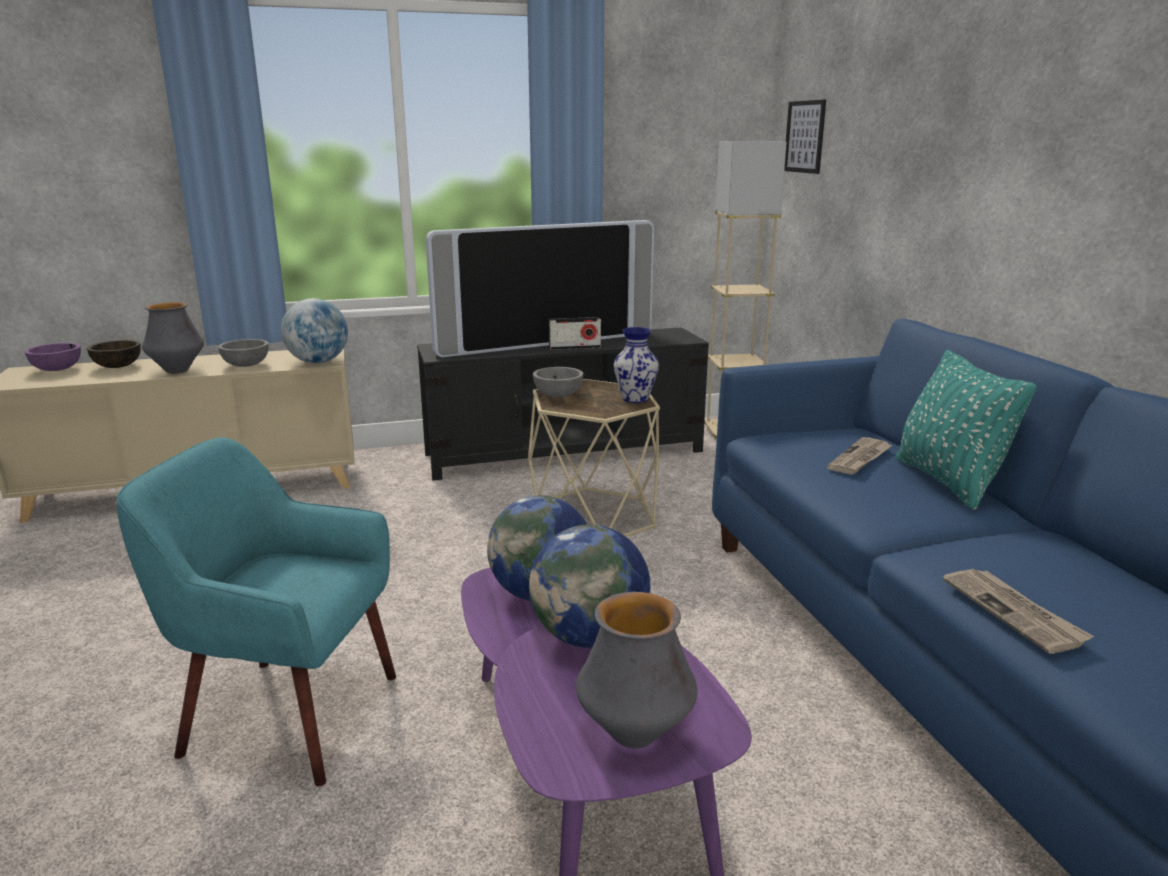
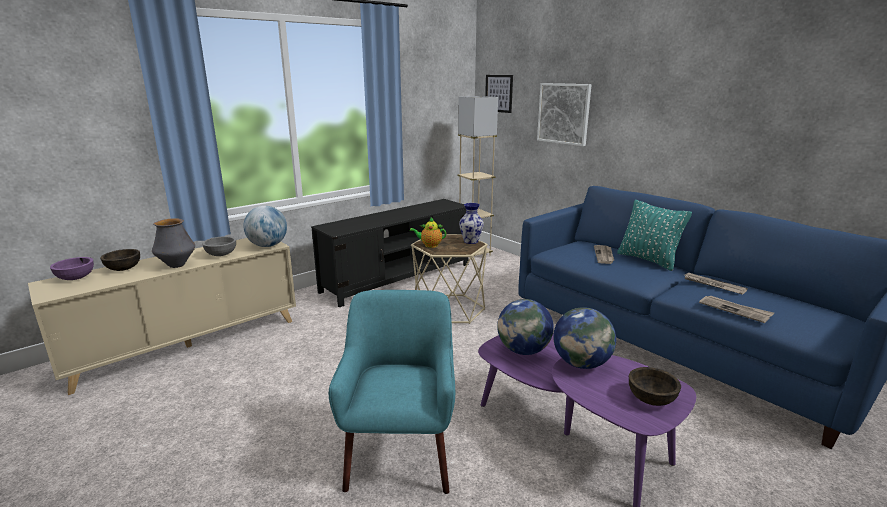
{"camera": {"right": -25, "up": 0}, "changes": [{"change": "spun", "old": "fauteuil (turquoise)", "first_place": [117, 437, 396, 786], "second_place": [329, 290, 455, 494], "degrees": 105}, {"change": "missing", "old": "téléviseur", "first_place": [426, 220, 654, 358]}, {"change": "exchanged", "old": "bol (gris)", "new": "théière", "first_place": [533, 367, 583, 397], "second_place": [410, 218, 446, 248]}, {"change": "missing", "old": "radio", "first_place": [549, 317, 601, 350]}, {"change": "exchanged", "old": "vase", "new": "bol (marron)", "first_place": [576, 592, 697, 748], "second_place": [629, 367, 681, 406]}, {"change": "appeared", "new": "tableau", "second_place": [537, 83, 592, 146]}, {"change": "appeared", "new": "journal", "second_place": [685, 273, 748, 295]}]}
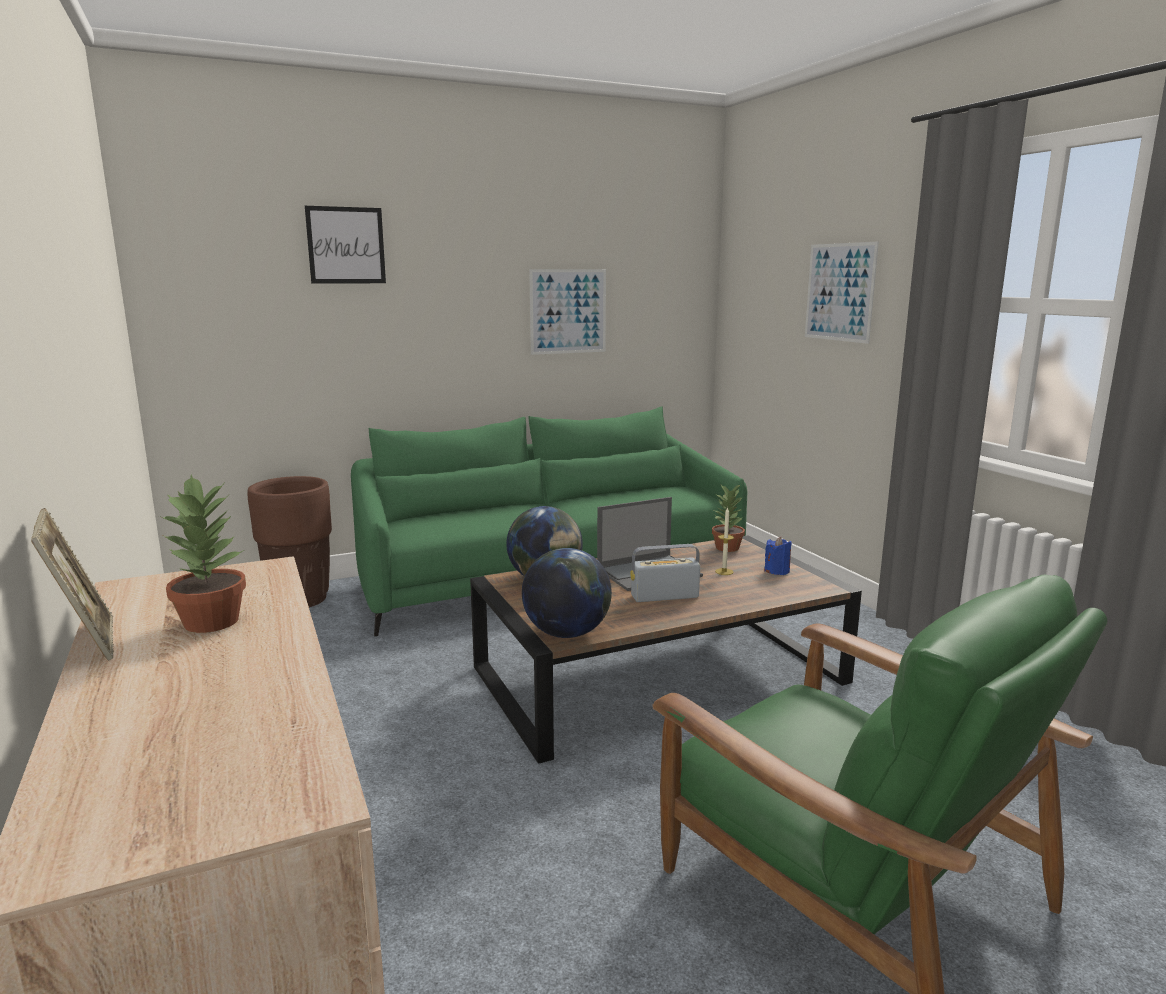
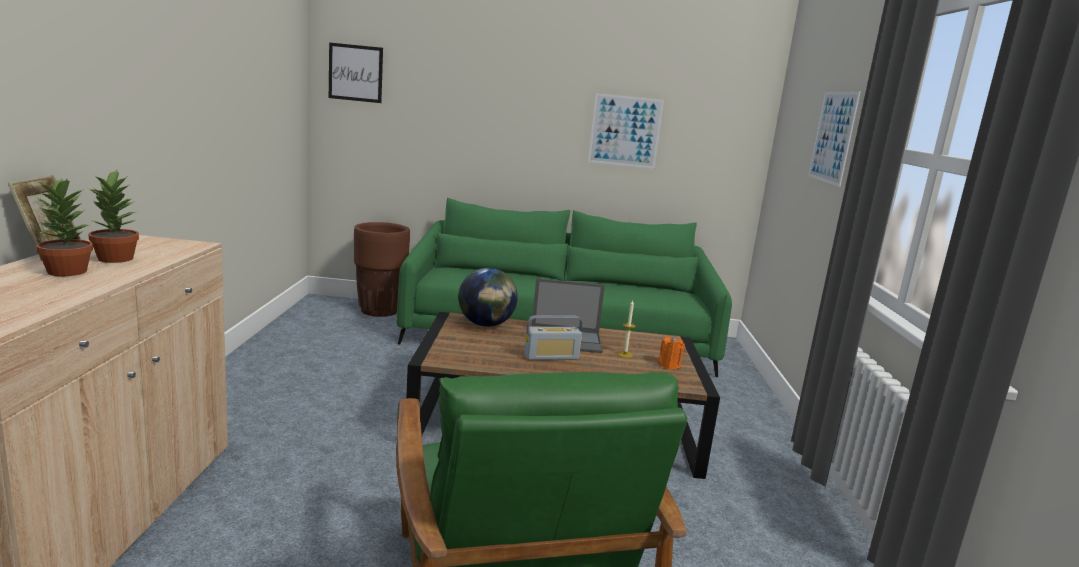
{"camera": {"right": 25, "up": 0}, "changes": [{"change": "relocated", "old": "tableau", "first_place": [305, 206, 386, 284], "second_place": [329, 43, 383, 103]}, {"change": "missing", "old": "globe", "first_place": [522, 548, 612, 638]}, {"change": "spun", "old": "radio", "first_place": [630, 544, 700, 602], "second_place": [524, 315, 582, 360], "degrees": 150}, {"change": "relocated", "old": "plante en pot", "first_place": [712, 484, 745, 552], "second_place": [35, 177, 93, 276]}, {"change": "colour", "old": "bougie (bleu)", "new": "bougie (orange)", "first_place": [764, 537, 792, 575], "second_place": [658, 336, 685, 369]}]}
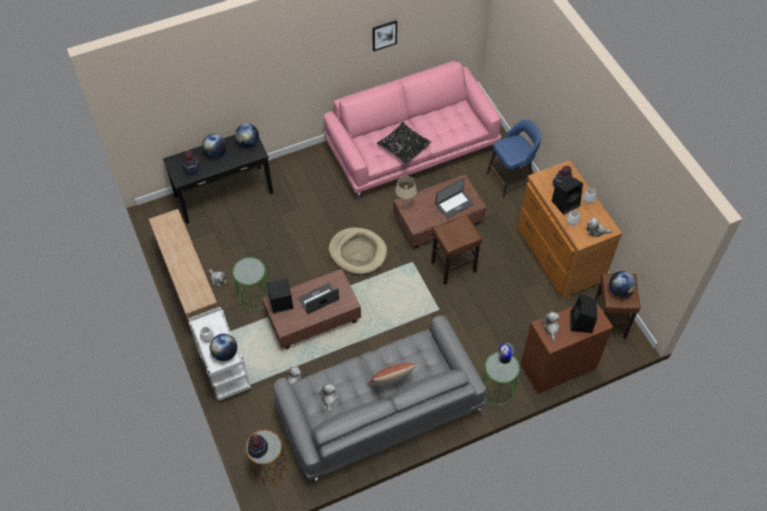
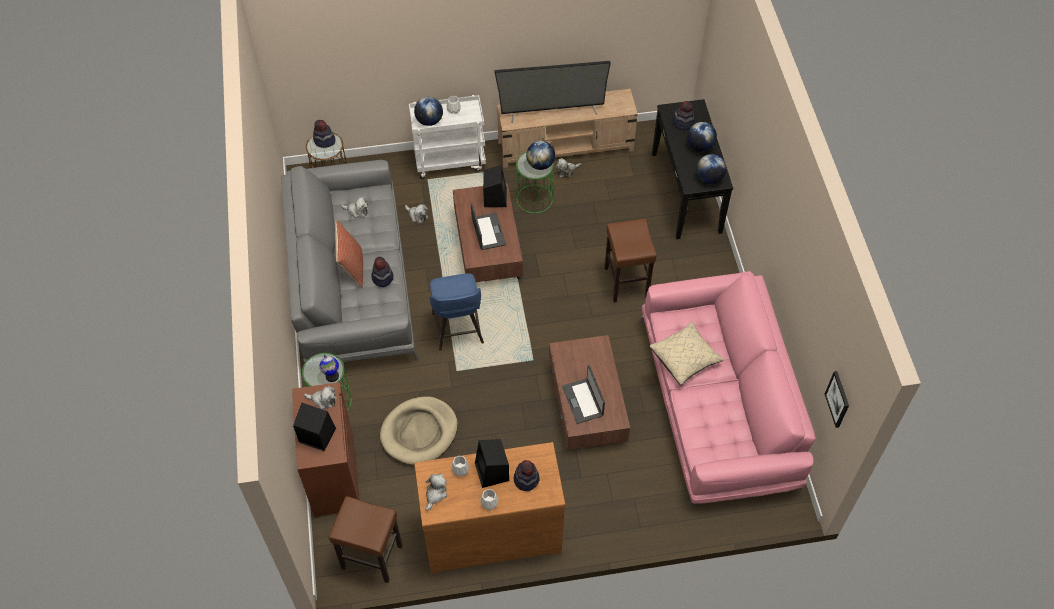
{"camera": {"right": 105, "up": 0}, "changes": [{"change": "relocated", "old": "panier pour chien (beige)", "first_place": [328, 227, 387, 275], "second_place": [380, 396, 458, 465]}, {"change": "relocated", "old": "tableau", "first_place": [372, 20, 397, 51], "second_place": [825, 371, 849, 428]}, {"change": "colour", "old": "coussin (noir)", "new": "coussin (beige)", "first_place": [377, 122, 431, 164], "second_place": [649, 322, 723, 386]}, {"change": "missing", "old": "lampe de table (beige)", "first_place": [395, 176, 417, 208]}, {"change": "relocated", "old": "tabouret (marron)", "first_place": [431, 215, 482, 285], "second_place": [604, 219, 657, 303]}, {"change": "relocated", "old": "tabouret (bleu)", "first_place": [487, 119, 541, 197], "second_place": [430, 274, 484, 351]}, {"change": "relocated", "old": "globe", "first_place": [609, 271, 636, 297], "second_place": [526, 141, 555, 170]}, {"change": "appeared", "new": "chapeau", "second_place": [371, 257, 394, 287]}, {"change": "appeared", "new": "téléviseur", "second_place": [494, 61, 611, 123]}]}
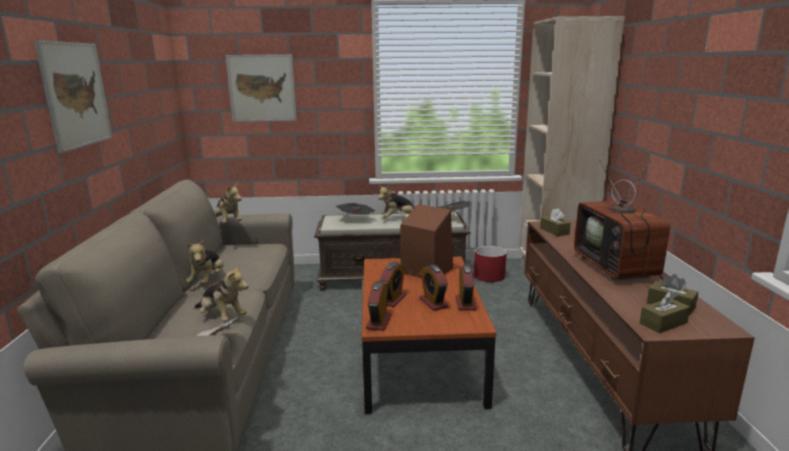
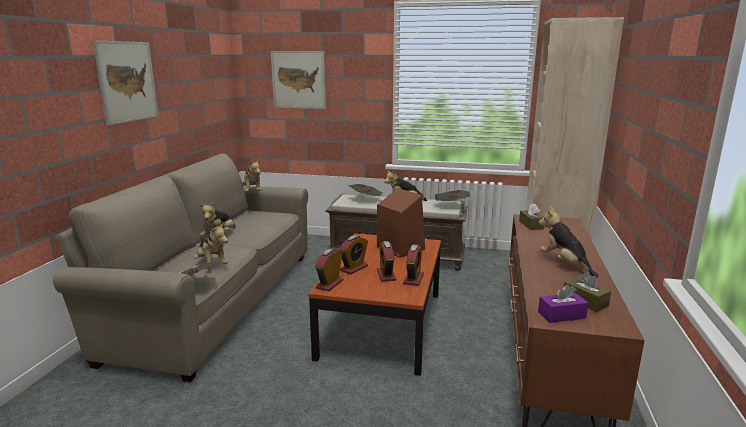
{"camera": {"right": 15, "up": 0}, "changes": [{"change": "missing", "old": "cache-pot (rouge)", "first_place": [474, 246, 507, 282]}, {"change": "exchanged", "old": "téléviseur", "new": "peluche", "first_place": [574, 159, 670, 280], "second_place": [539, 207, 598, 278]}, {"change": "colour", "old": "boîte à mouchoirs (marron)", "new": "boîte à mouchoirs (violet)", "first_place": [640, 291, 690, 333], "second_place": [538, 284, 588, 323]}]}
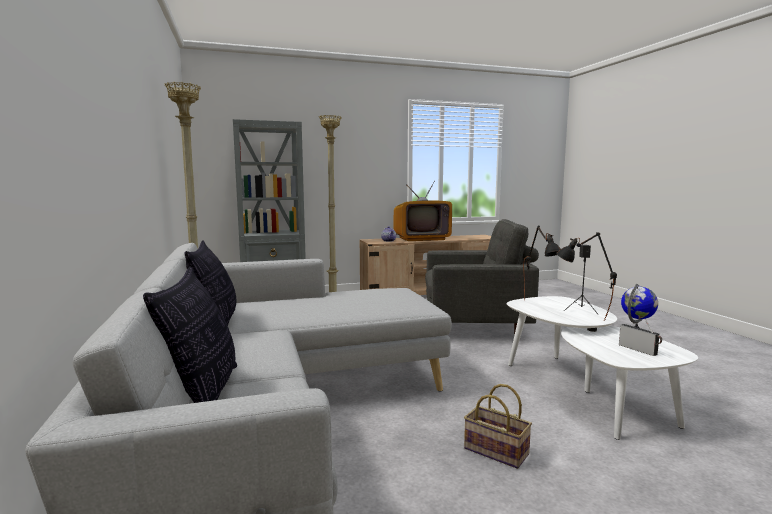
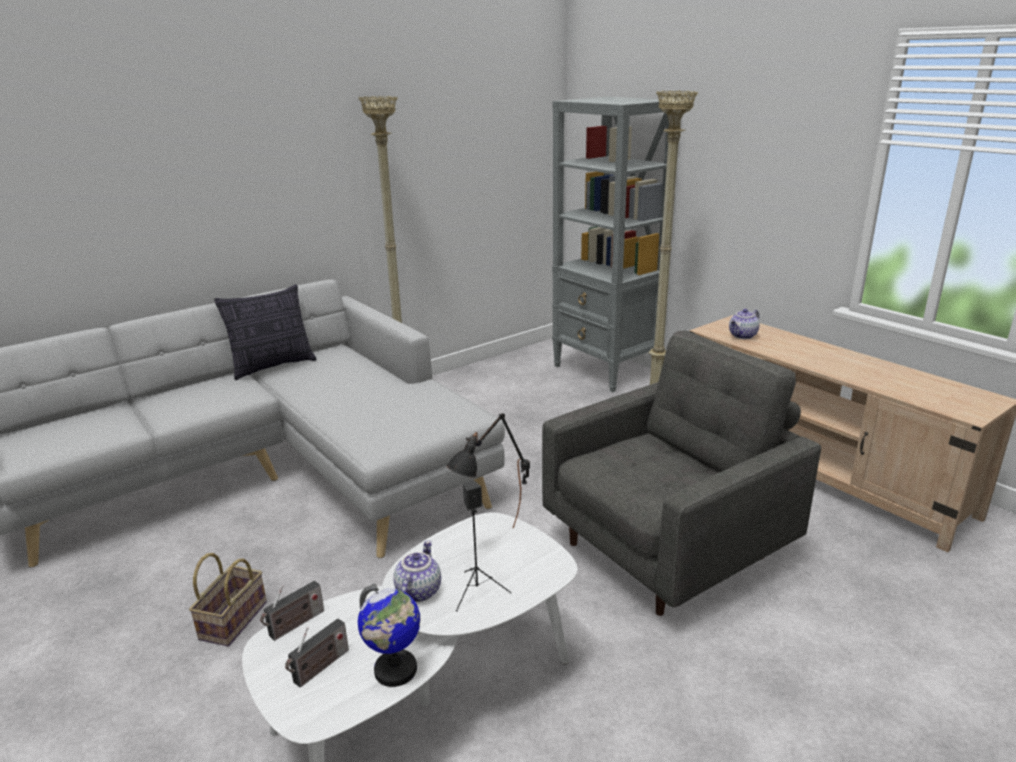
{"camera": {"right": 70, "up": 15}, "changes": [{"change": "missing", "old": "coussin", "first_place": [143, 267, 237, 403]}, {"change": "missing", "old": "téléviseur", "first_place": [394, 180, 452, 241]}, {"change": "spun", "old": "fauteuil (gris)", "first_place": [425, 219, 539, 335], "second_place": [542, 330, 821, 616], "degrees": -105}, {"change": "exchanged", "old": "lampe de table (noir)", "new": "théière", "first_place": [556, 232, 617, 321], "second_place": [393, 541, 441, 602]}, {"change": "appeared", "new": "radio", "second_place": [260, 581, 324, 641]}]}
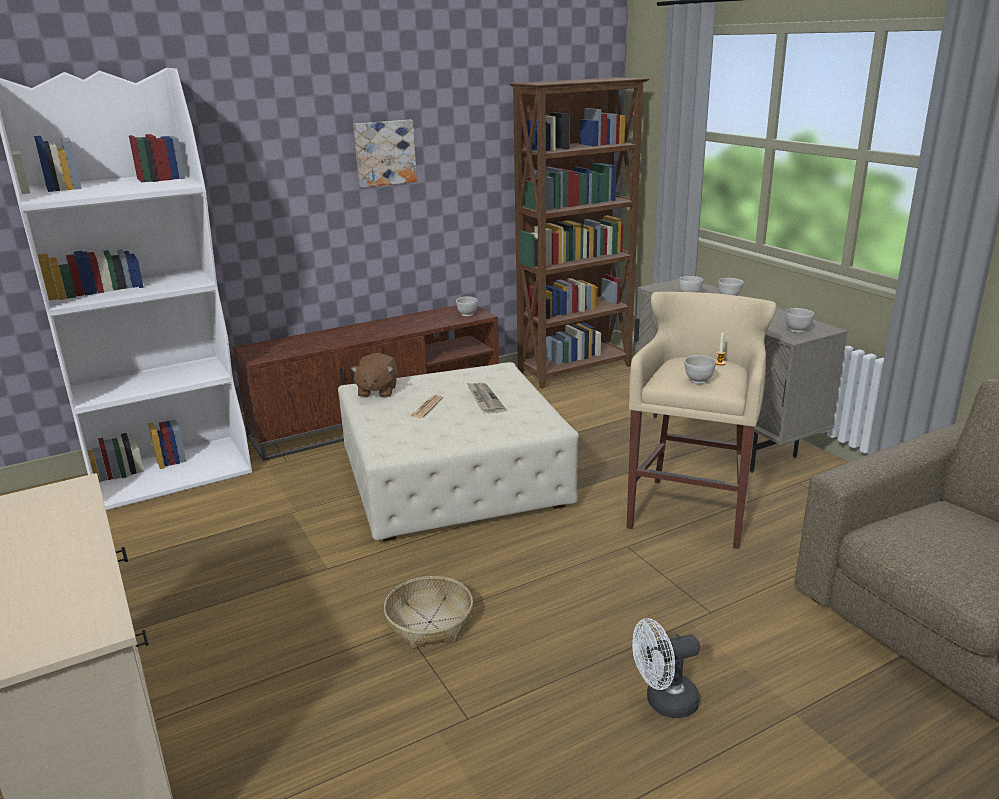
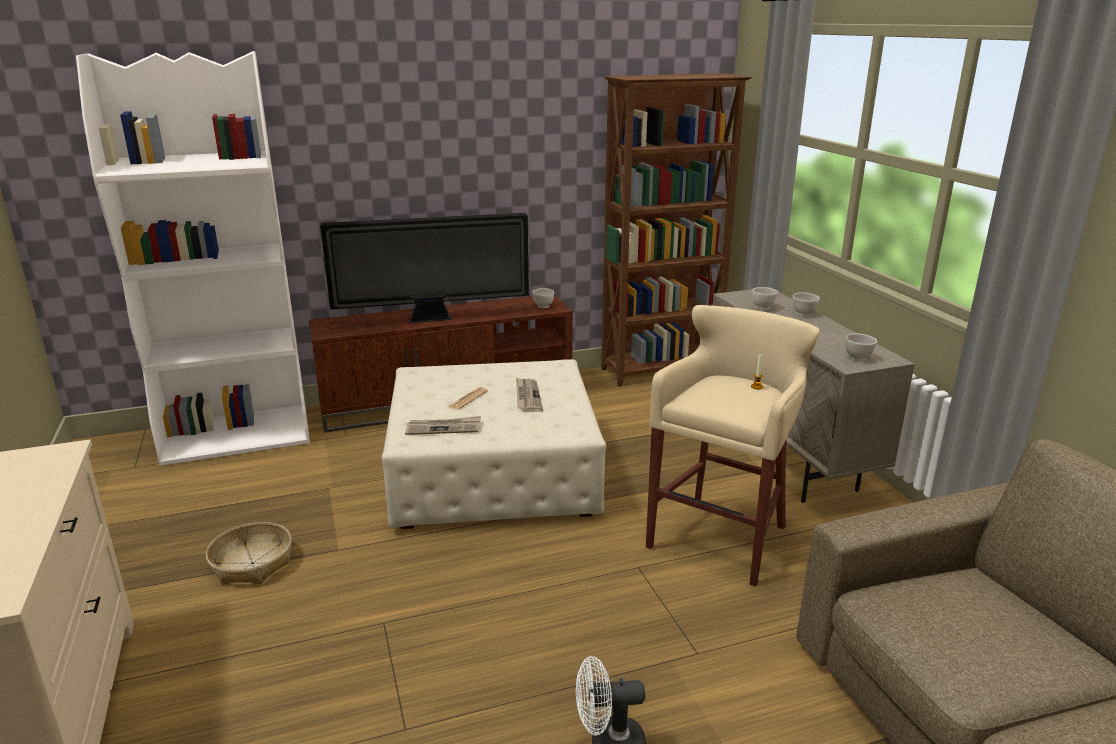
{"camera": {"right": 10, "up": 0}, "changes": [{"change": "missing", "old": "peluche (marron)", "first_place": [351, 353, 397, 398]}, {"change": "missing", "old": "tableau", "first_place": [353, 120, 417, 188]}, {"change": "relocated", "old": "panier", "first_place": [384, 576, 473, 649], "second_place": [206, 522, 292, 584]}, {"change": "missing", "old": "bol (blanc)", "first_place": [684, 355, 716, 384]}, {"change": "appeared", "new": "téléviseur", "second_place": [320, 213, 529, 323]}, {"change": "appeared", "new": "journal", "second_place": [405, 416, 481, 435]}]}
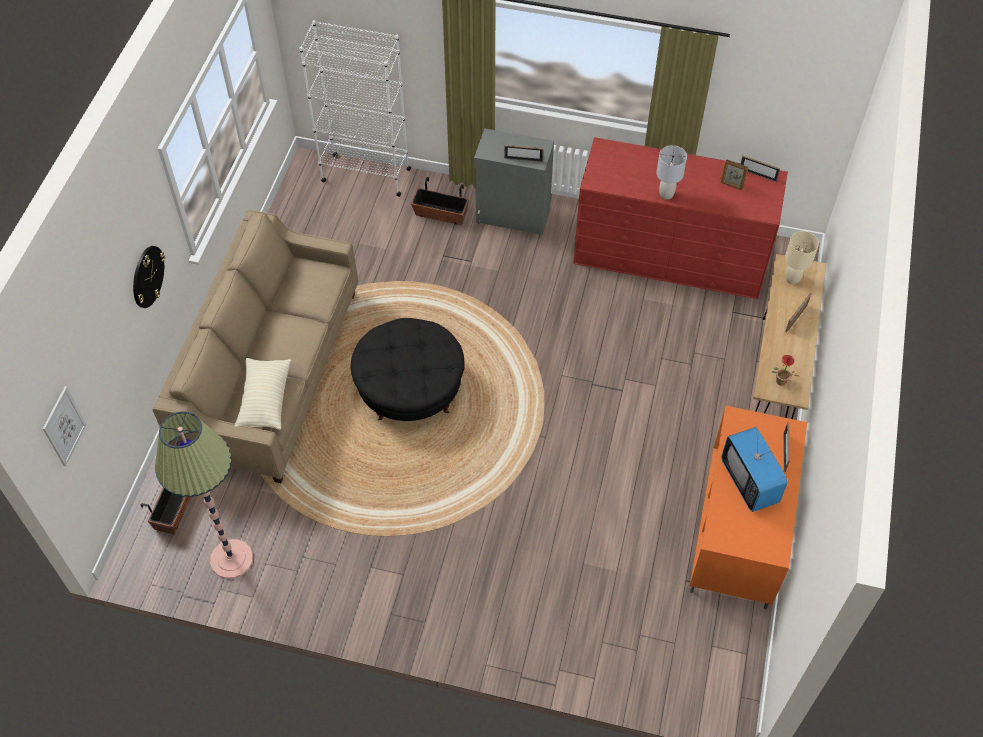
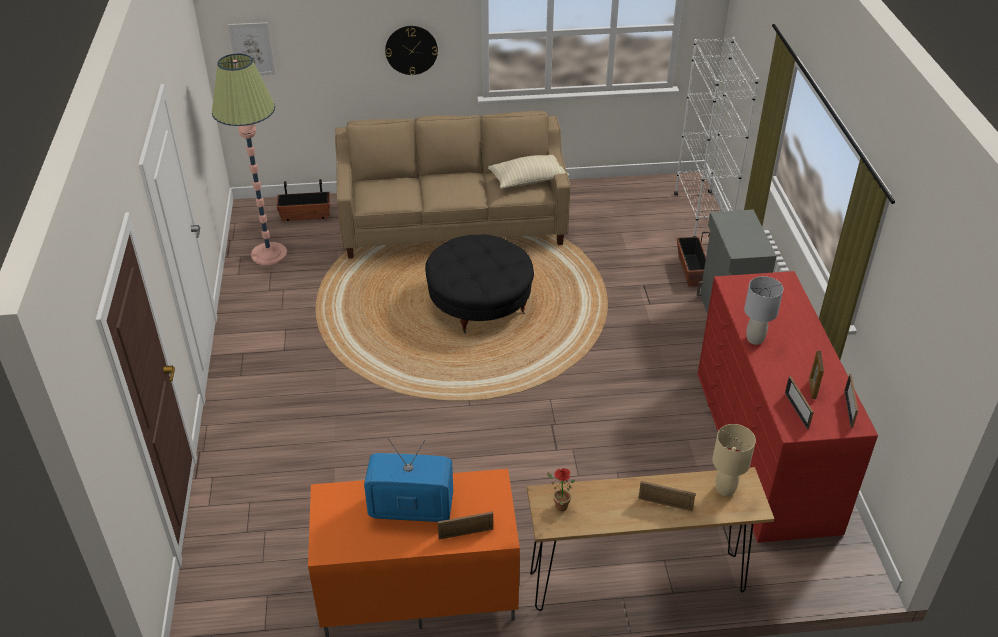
{"camera": {"right": 70, "up": -15}, "changes": [{"change": "relocated", "old": "coussin (beige)", "first_place": [235, 358, 291, 430], "second_place": [488, 155, 569, 189]}, {"change": "relocated", "old": "cadre photo", "first_place": [504, 145, 543, 162], "second_place": [785, 376, 814, 429]}, {"change": "spun", "old": "téléviseur", "first_place": [721, 427, 787, 512], "second_place": [364, 438, 453, 522], "degrees": 45}]}
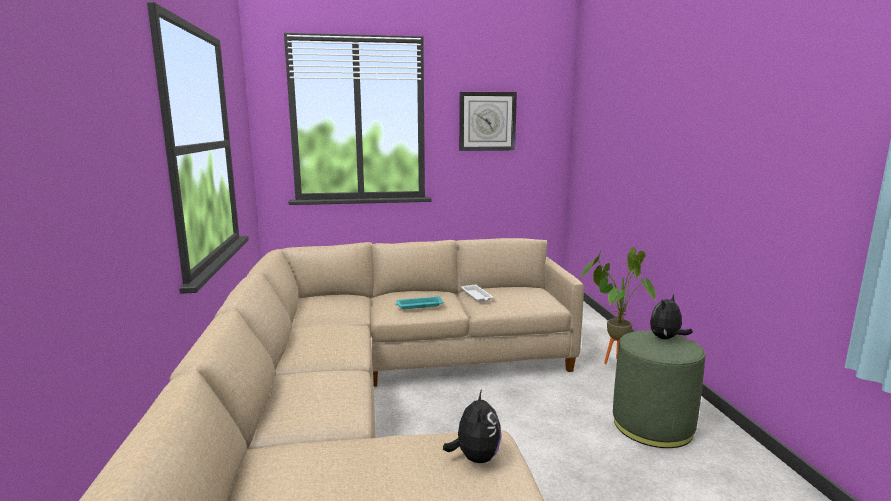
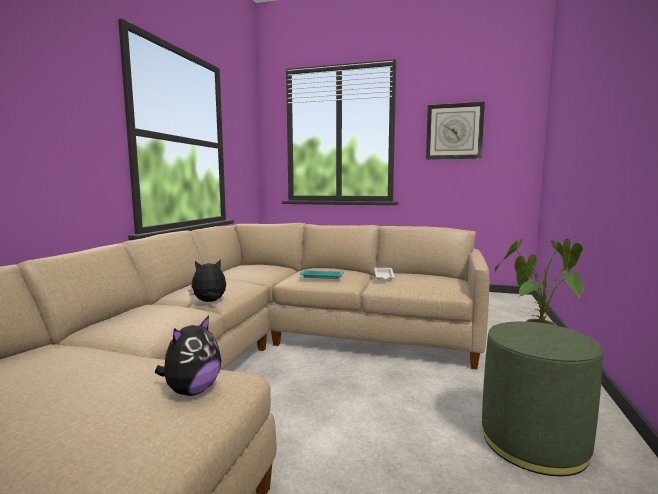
{"camera": {"right": 25, "up": -5}, "changes": [{"change": "relocated", "old": "peluche", "first_place": [650, 295, 693, 339], "second_place": [189, 259, 226, 302]}]}
